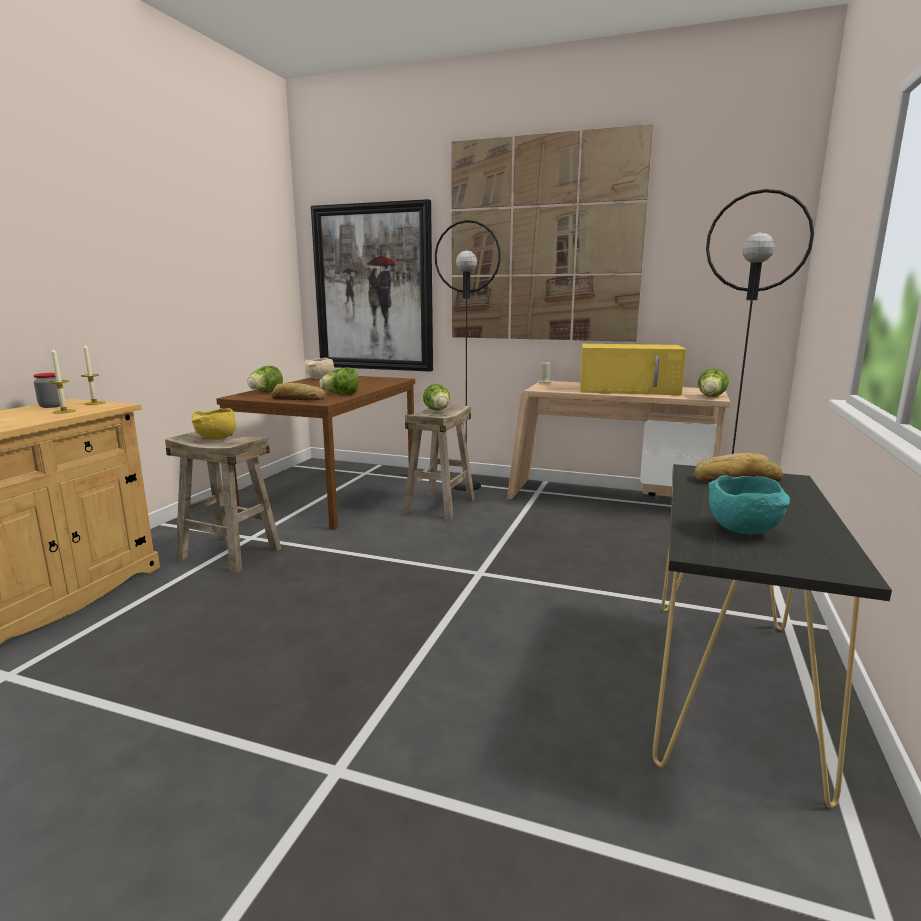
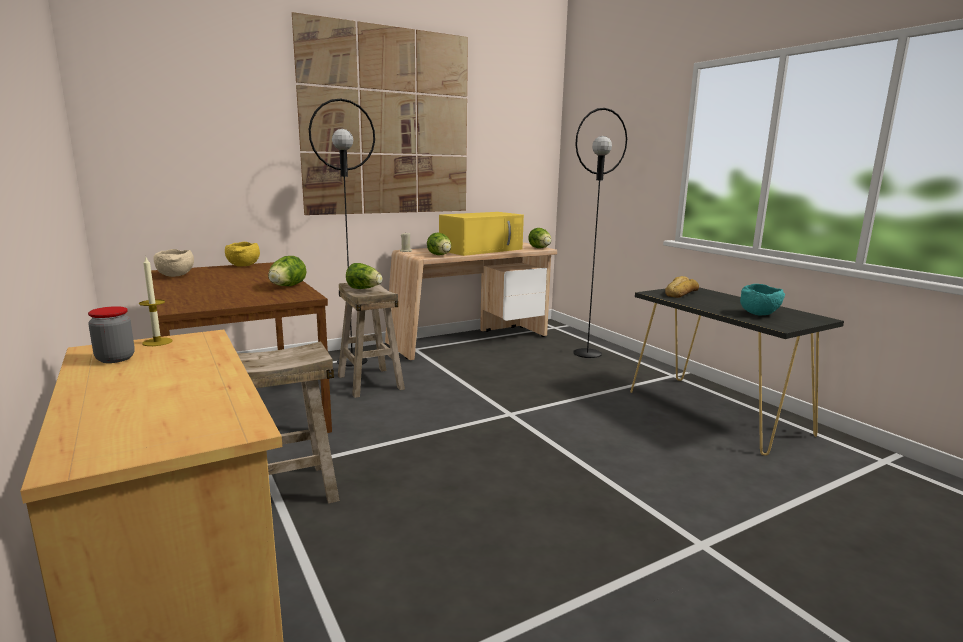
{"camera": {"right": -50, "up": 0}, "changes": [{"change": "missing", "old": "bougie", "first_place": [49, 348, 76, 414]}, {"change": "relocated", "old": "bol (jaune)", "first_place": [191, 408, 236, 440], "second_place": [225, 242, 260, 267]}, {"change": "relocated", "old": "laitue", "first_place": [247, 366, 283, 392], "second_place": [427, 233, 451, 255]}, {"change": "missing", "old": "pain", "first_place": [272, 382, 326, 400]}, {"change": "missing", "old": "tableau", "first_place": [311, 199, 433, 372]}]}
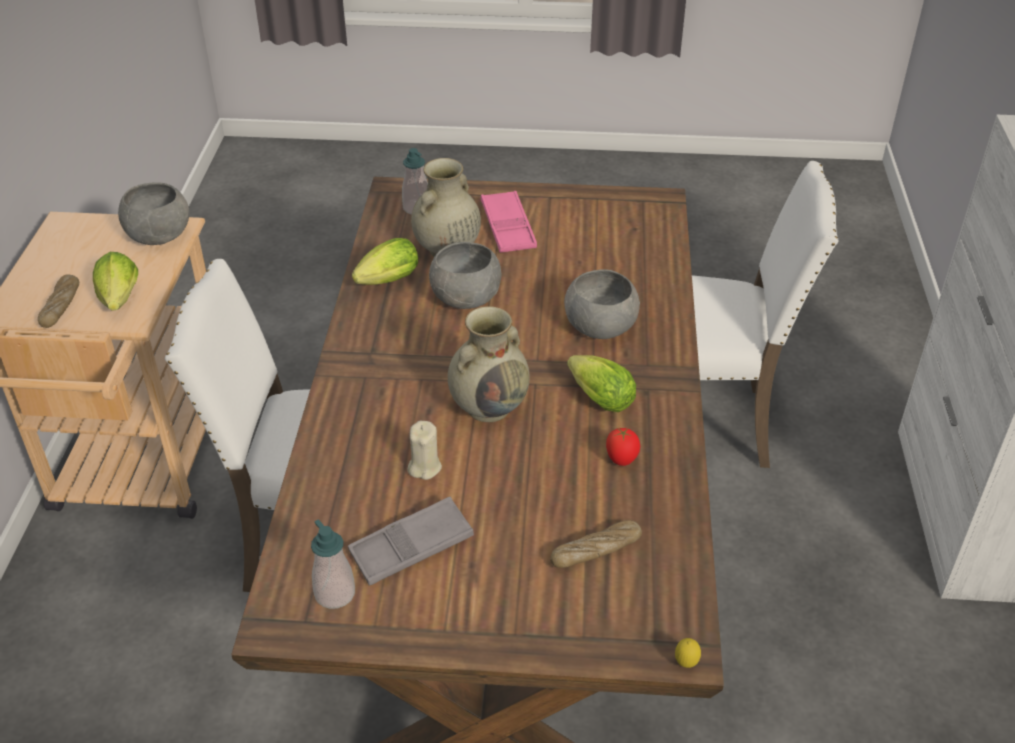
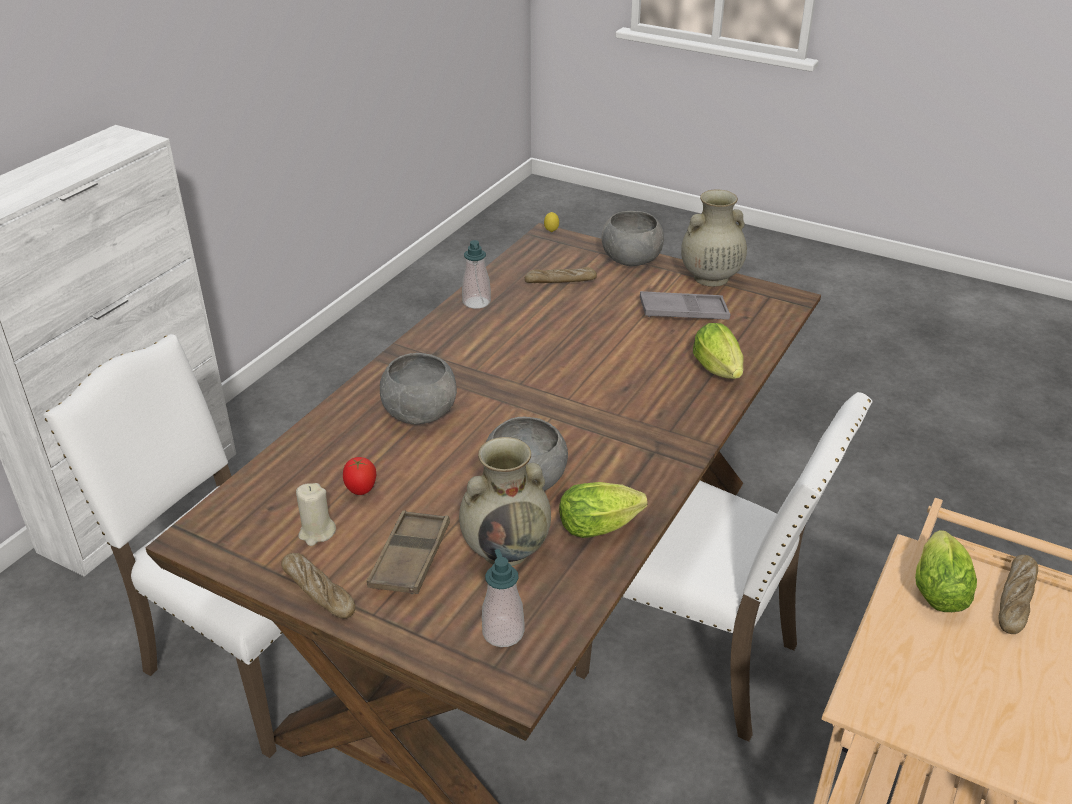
{"camera": {"right": -155, "up": -5}, "changes": [{"change": "relocated", "old": "bol (gris)", "first_place": [118, 182, 189, 245], "second_place": [601, 211, 664, 266]}, {"change": "relocated", "old": "distributeur de savon", "first_place": [311, 519, 355, 609], "second_place": [462, 240, 491, 309]}, {"change": "relocated", "old": "bougie (beige)", "first_place": [407, 421, 442, 480], "second_place": [296, 483, 336, 546]}, {"change": "relocated", "old": "vase (beige)", "first_place": [448, 306, 530, 422], "second_place": [681, 189, 747, 287]}, {"change": "colour", "old": "plateau (rose)", "new": "plateau (marron)", "first_place": [481, 191, 537, 253], "second_place": [367, 510, 450, 594]}, {"change": "relocated", "old": "laitue", "first_place": [567, 355, 636, 412], "second_place": [693, 323, 743, 379]}, {"change": "relocated", "old": "tomate", "first_place": [606, 428, 640, 466], "second_place": [343, 457, 376, 495]}, {"change": "appeared", "new": "pain", "second_place": [281, 553, 355, 619]}]}
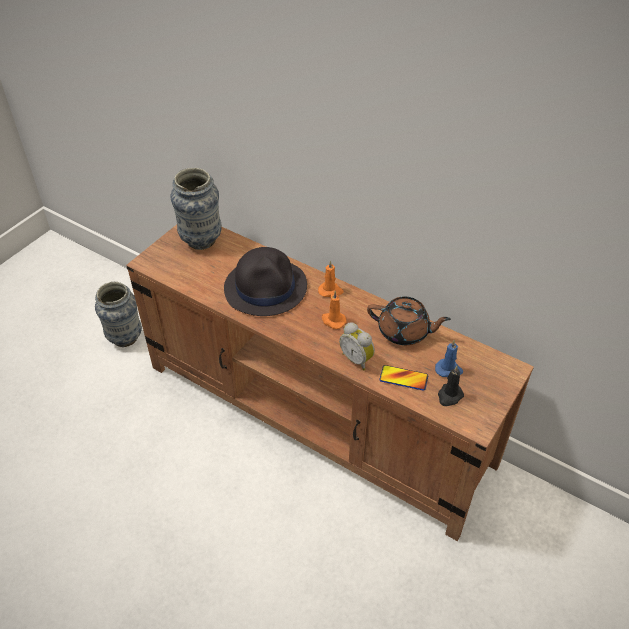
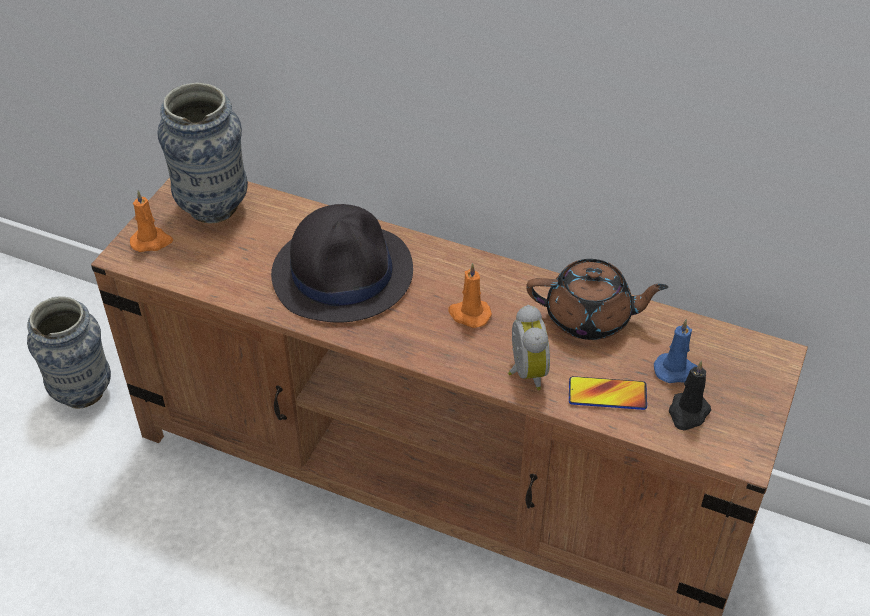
{"camera": {"right": -10, "up": 0}, "changes": [{"change": "relocated", "old": "bougie (orange)", "first_place": [318, 261, 344, 297], "second_place": [130, 190, 173, 252]}, {"change": "spun", "old": "réveil", "first_place": [339, 322, 375, 370], "second_place": [508, 305, 550, 390], "degrees": -135}]}
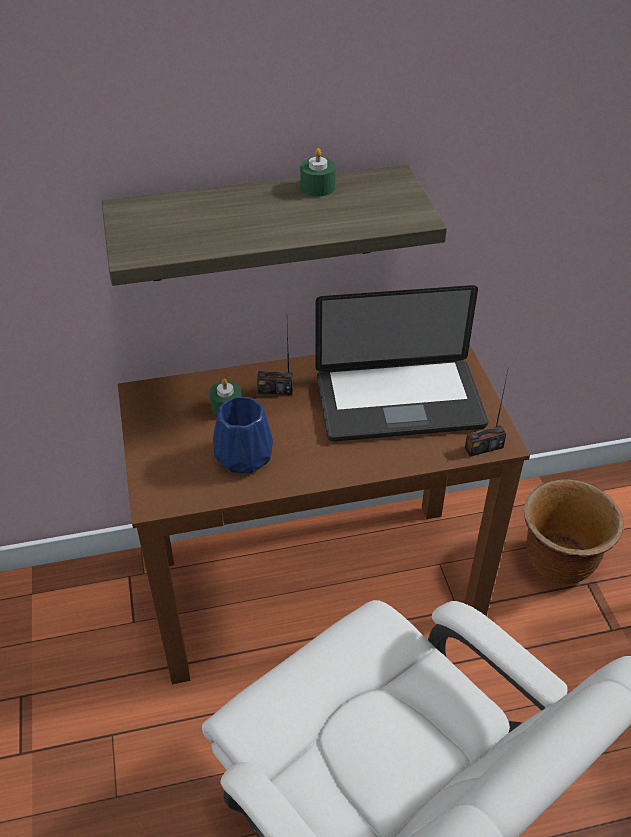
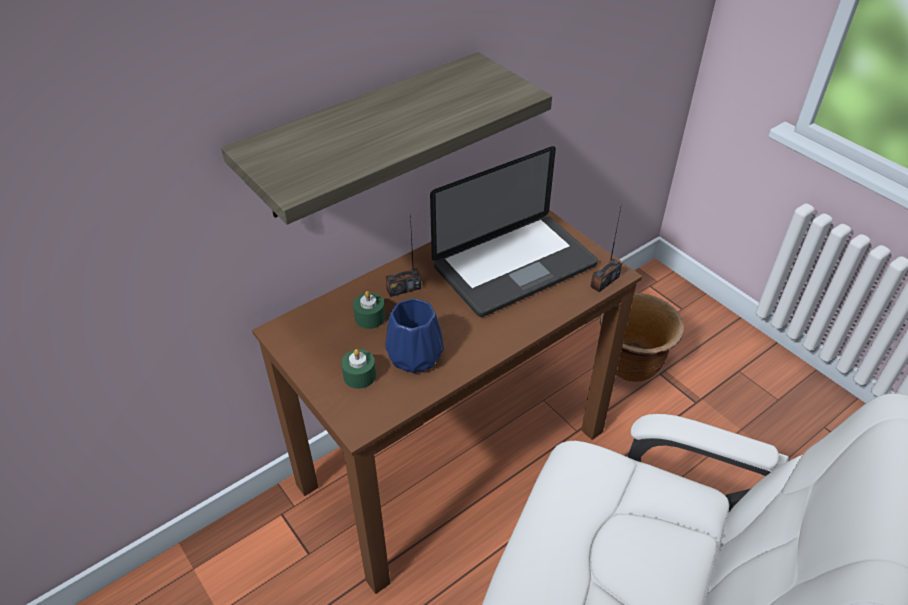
{"camera": {"right": -25, "up": 0}, "changes": [{"change": "relocated", "old": "bougie (vert)", "first_place": [300, 148, 336, 196], "second_place": [341, 349, 376, 389]}]}
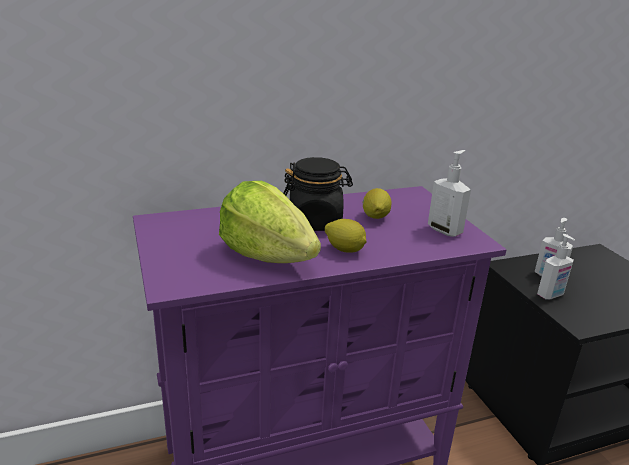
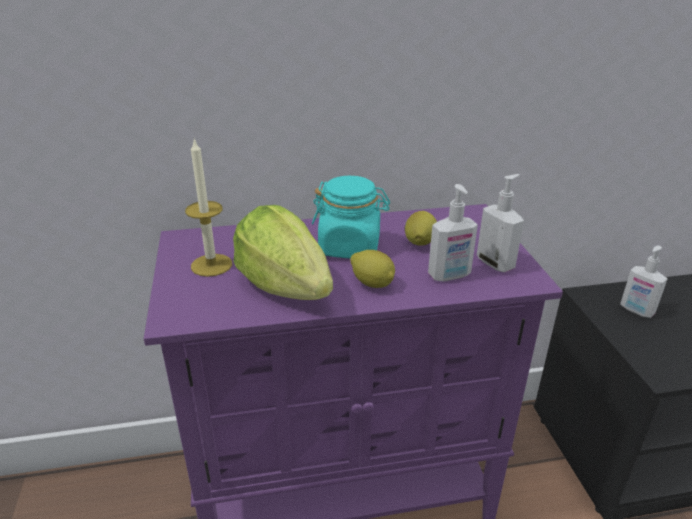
{"camera": {"right": 10, "up": 5}, "changes": [{"change": "colour", "old": "bocal (noir)", "new": "bocal (turquoise)", "first_place": [283, 157, 353, 231], "second_place": [312, 176, 390, 258]}, {"change": "relocated", "old": "distributeur de savon", "first_place": [537, 234, 575, 300], "second_place": [428, 184, 478, 282]}, {"change": "appeared", "new": "bougie", "second_place": [185, 139, 232, 277]}]}
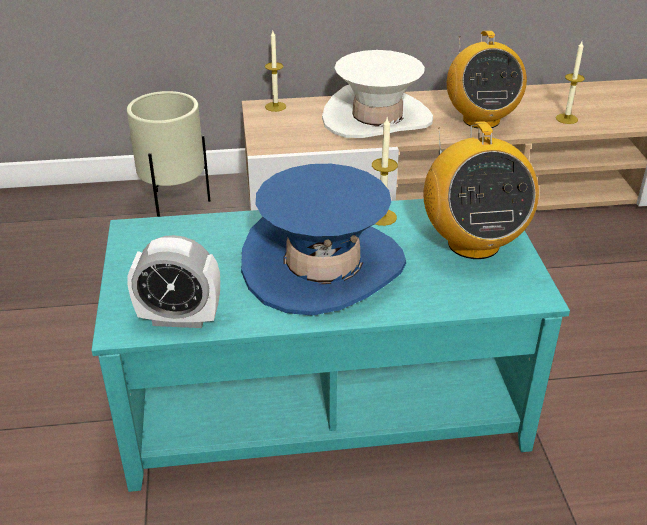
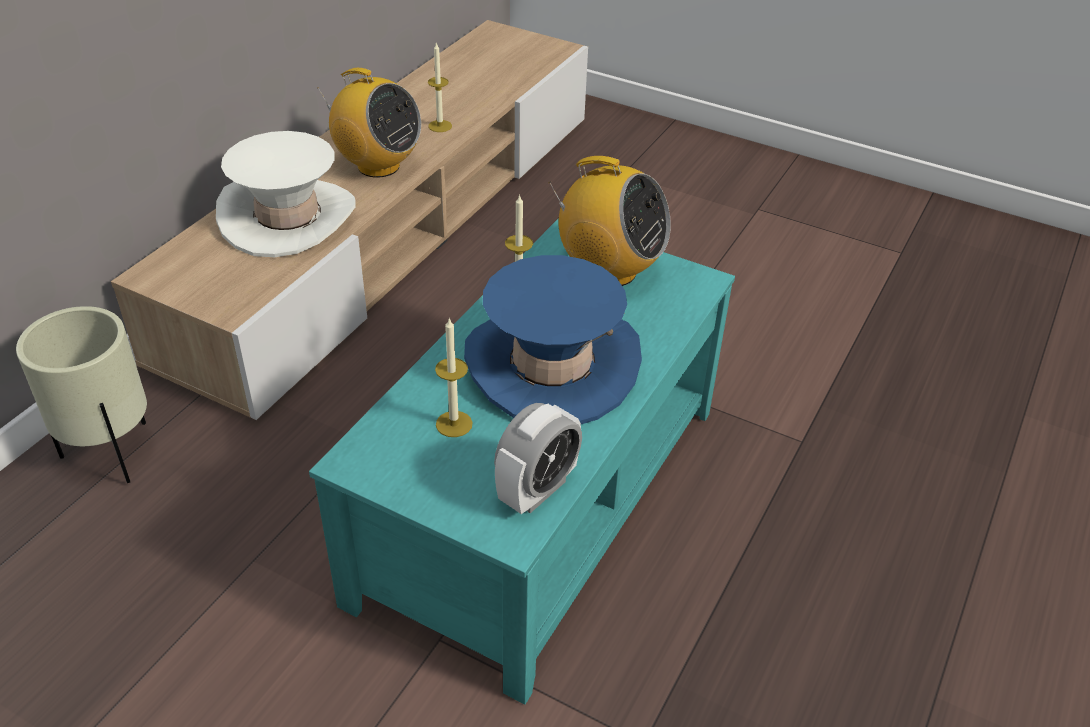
{"camera": {"right": -55, "up": 5}, "changes": [{"change": "relocated", "old": "bougie", "first_place": [265, 31, 286, 112], "second_place": [435, 319, 473, 437]}]}
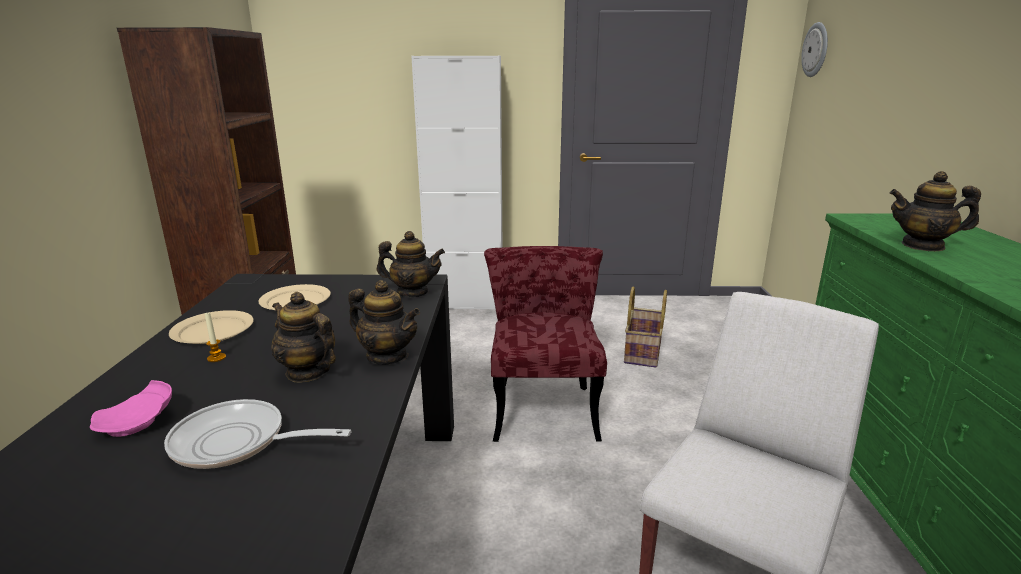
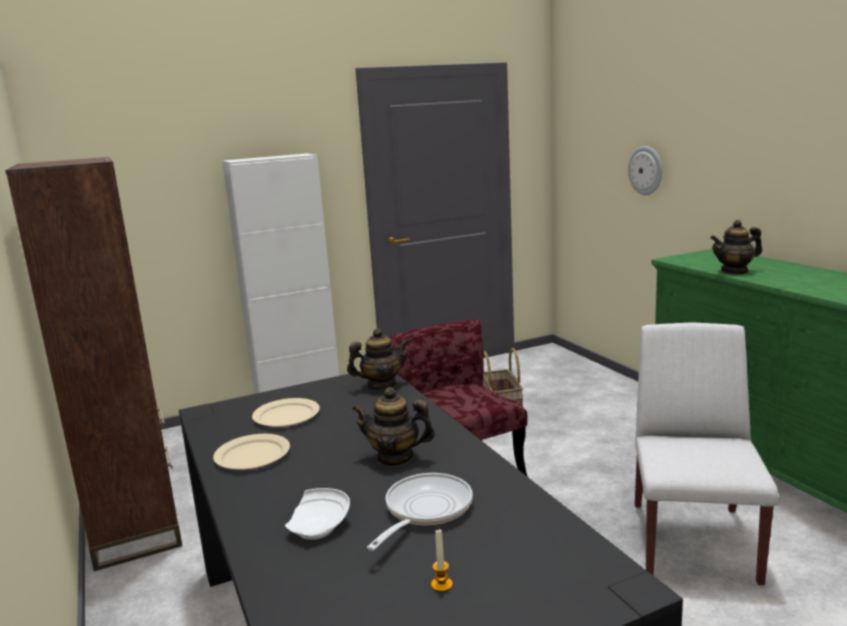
{"camera": {"right": -25, "up": -5}, "changes": [{"change": "colour", "old": "assiette (rose)", "new": "assiette (blanc)", "first_place": [90, 380, 172, 437], "second_place": [285, 488, 350, 540]}, {"change": "spun", "old": "poêle", "first_place": [164, 399, 352, 469], "second_place": [367, 473, 473, 551], "degrees": 135}, {"change": "relocated", "old": "bougie", "first_place": [205, 312, 226, 362], "second_place": [431, 528, 453, 592]}, {"change": "missing", "old": "théière", "first_place": [348, 280, 420, 365]}, {"change": "relocated", "old": "horloge murale", "first_place": [801, 22, 828, 77], "second_place": [628, 146, 662, 195]}]}
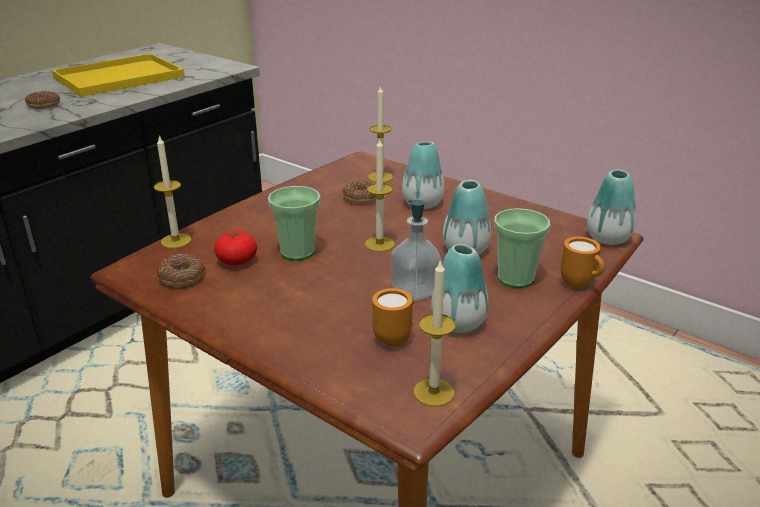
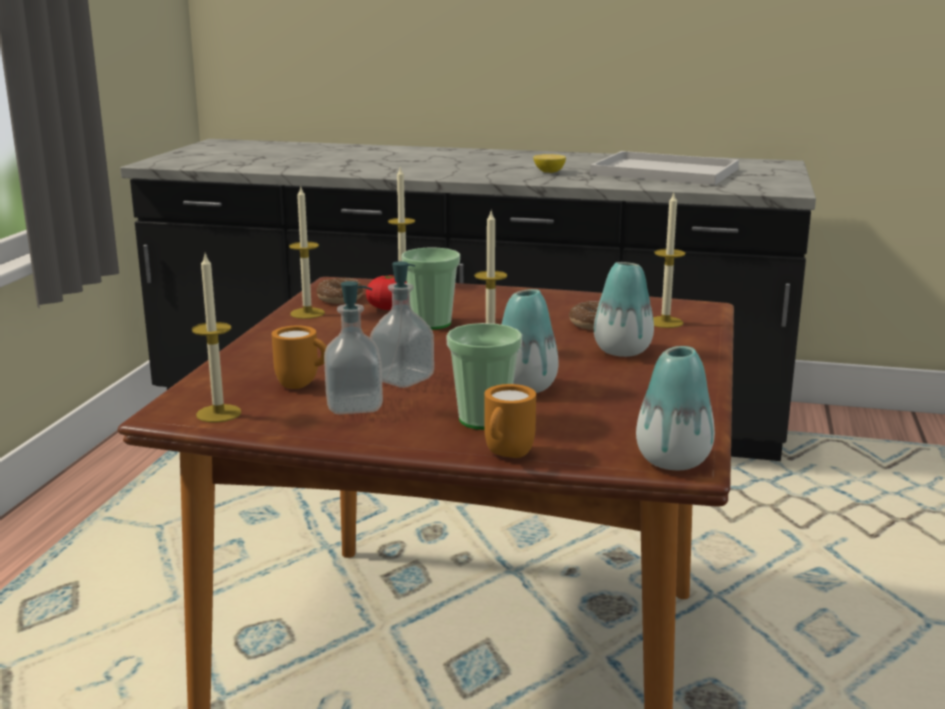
{"camera": {"right": 65, "up": -10}, "changes": [{"change": "exchanged", "old": "beignet", "new": "citron", "first_place": [25, 91, 60, 109], "second_place": [533, 154, 566, 173]}, {"change": "colour", "old": "plateau (jaune)", "new": "plateau (blanc)", "first_place": [52, 53, 185, 97], "second_place": [590, 151, 739, 185]}, {"change": "exchanged", "old": "vase", "new": "distributeur de savon", "first_place": [431, 244, 488, 333], "second_place": [324, 281, 383, 414]}, {"change": "appeared", "new": "bougie", "second_place": [289, 185, 325, 319]}]}
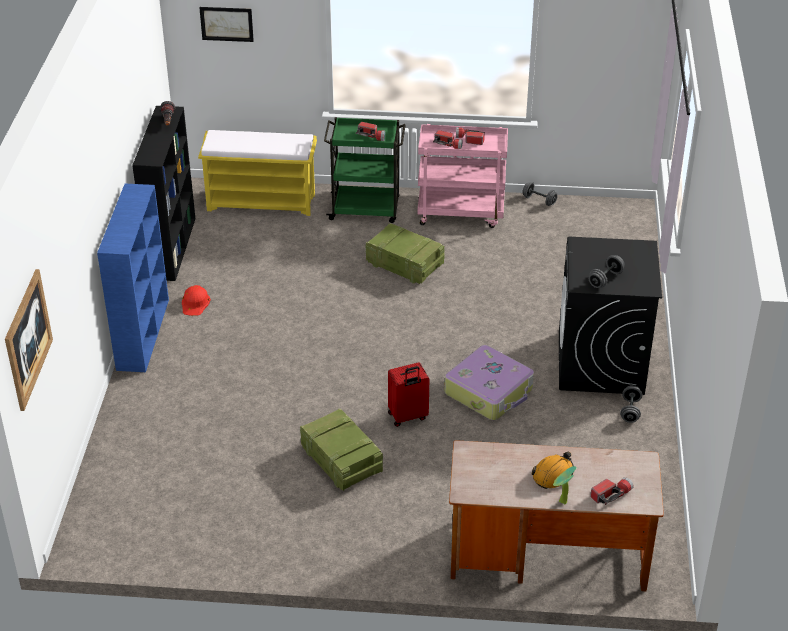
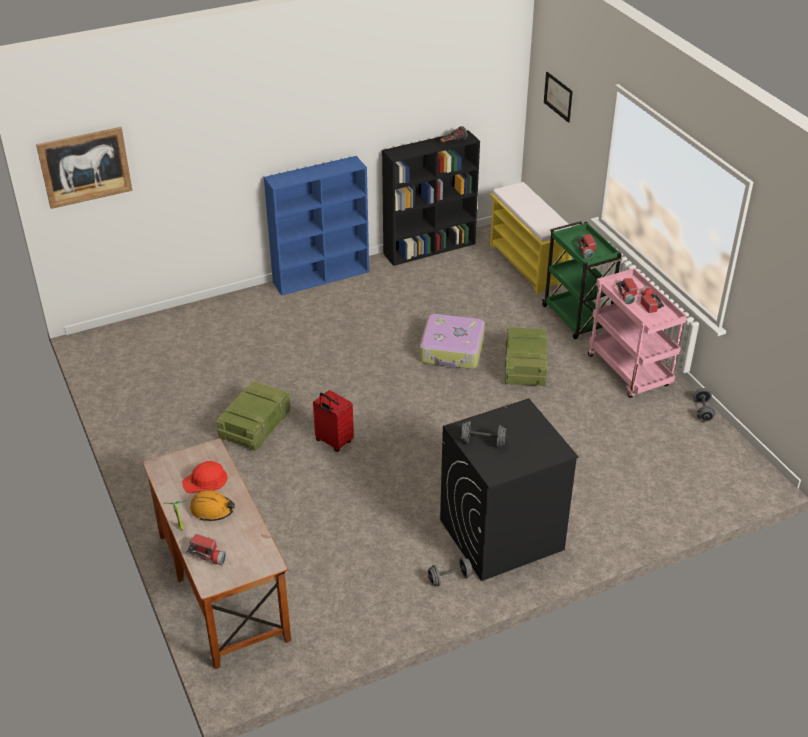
{"camera": {"right": 60, "up": 0}, "changes": [{"change": "relocated", "old": "casque de chantier (rouge)", "first_place": [182, 285, 211, 316], "second_place": [182, 461, 228, 493]}, {"change": "relocated", "old": "valise", "first_place": [445, 345, 534, 420], "second_place": [420, 314, 485, 369]}]}
